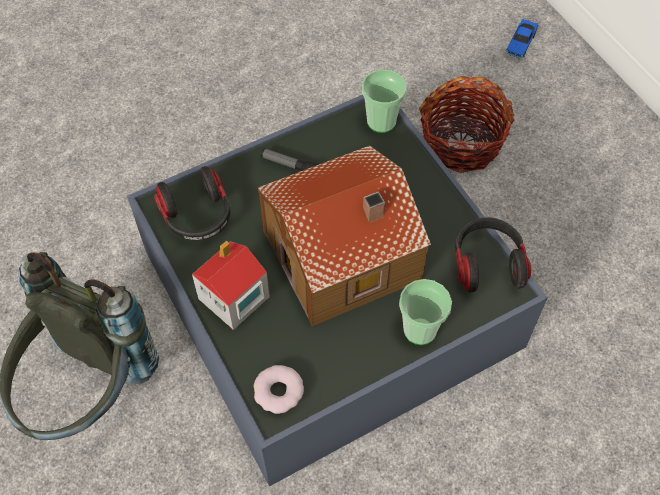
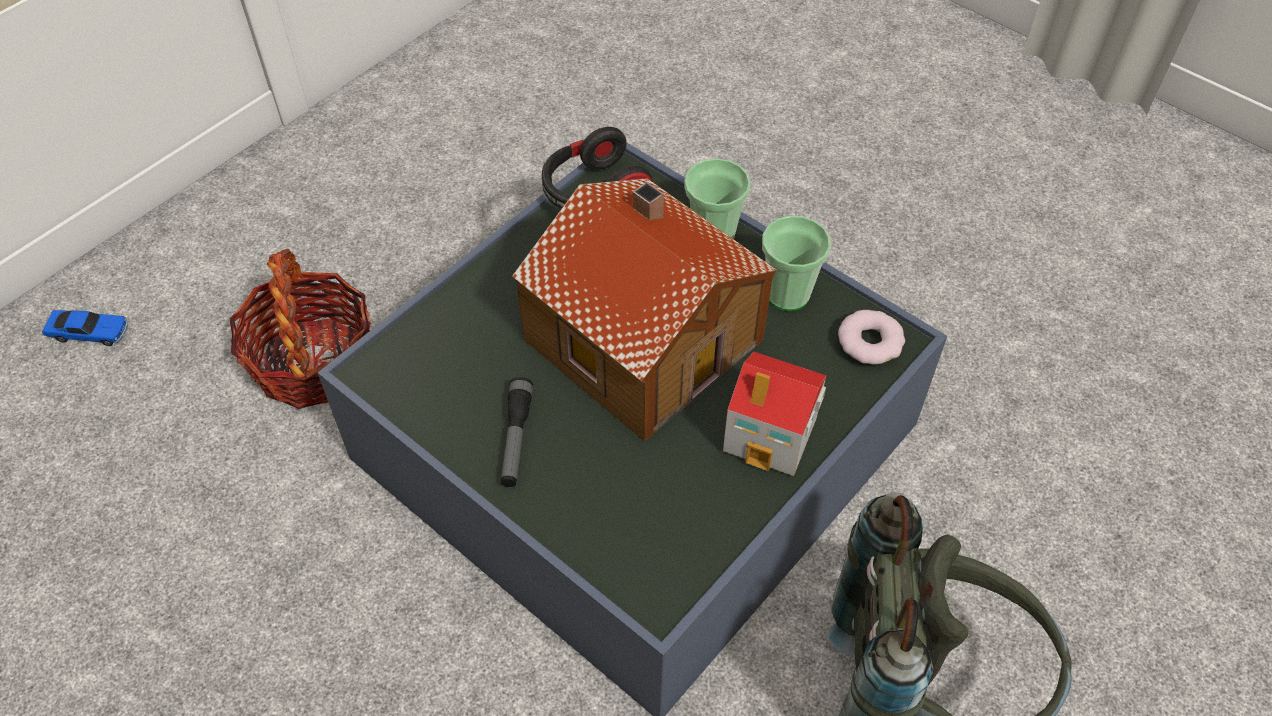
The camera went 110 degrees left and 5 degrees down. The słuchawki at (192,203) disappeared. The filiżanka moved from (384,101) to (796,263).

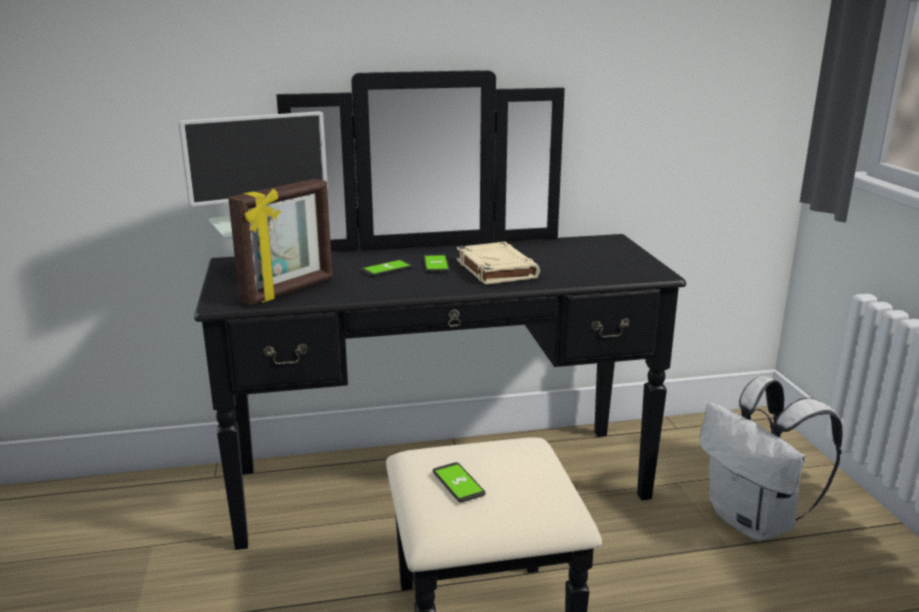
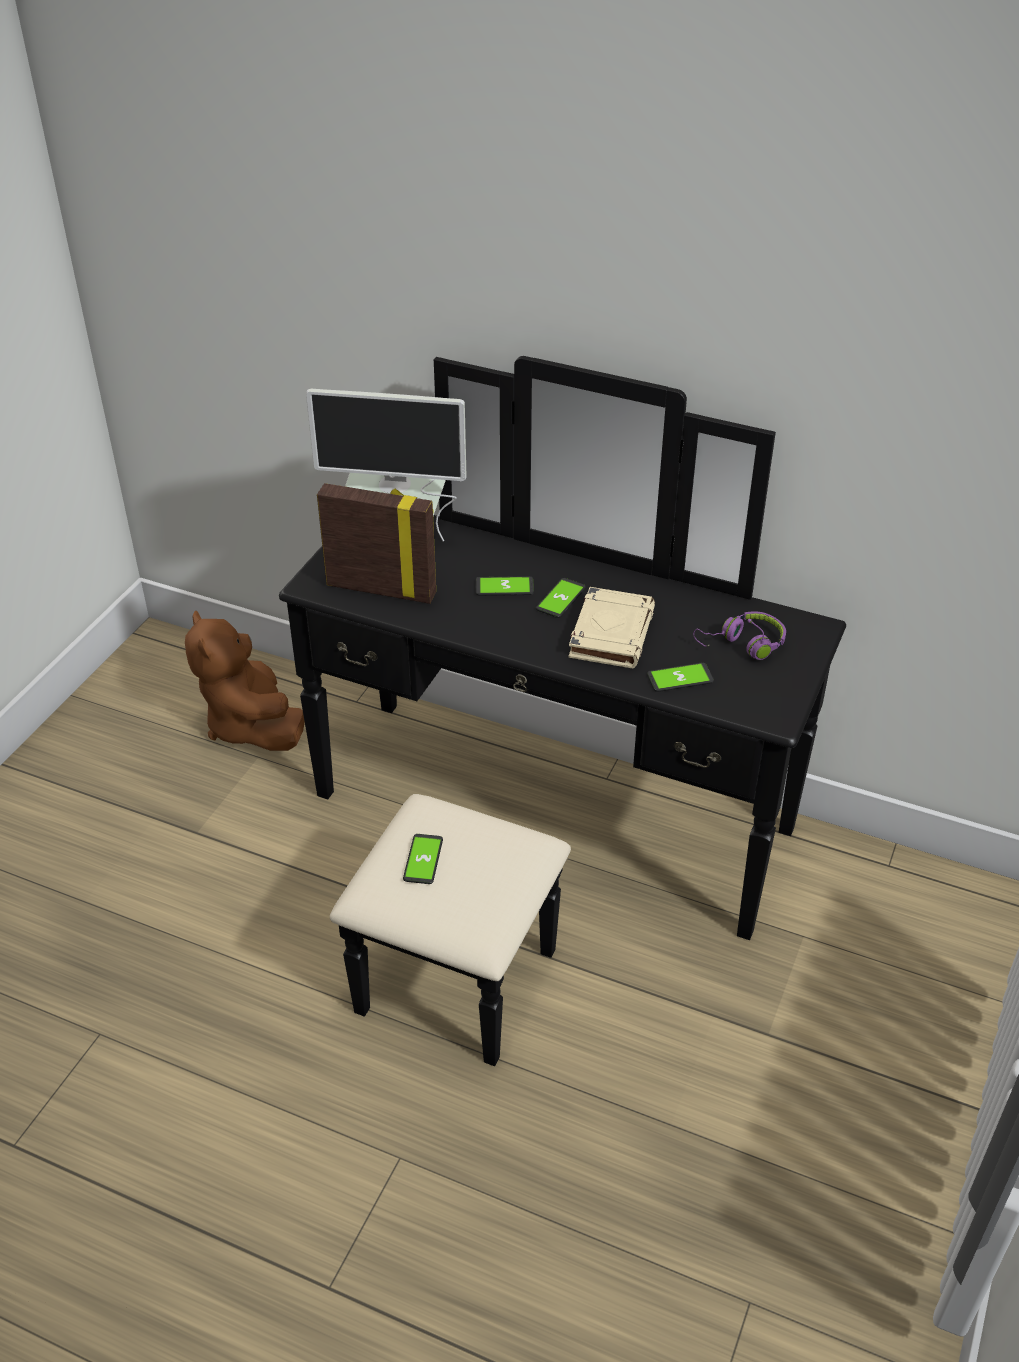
The camera went 35 degrees right and 20 degrees up. The ramka na zdjęcie at (280,242) turned 150 degrees counterclockwise. The plecak [biały] at (771,458) disappeared. The pluszak [brązowy] at (245,680) appeared. The telefon at (680,677) appeared. The słuchawki [fioletowy] at (739,635) appeared.

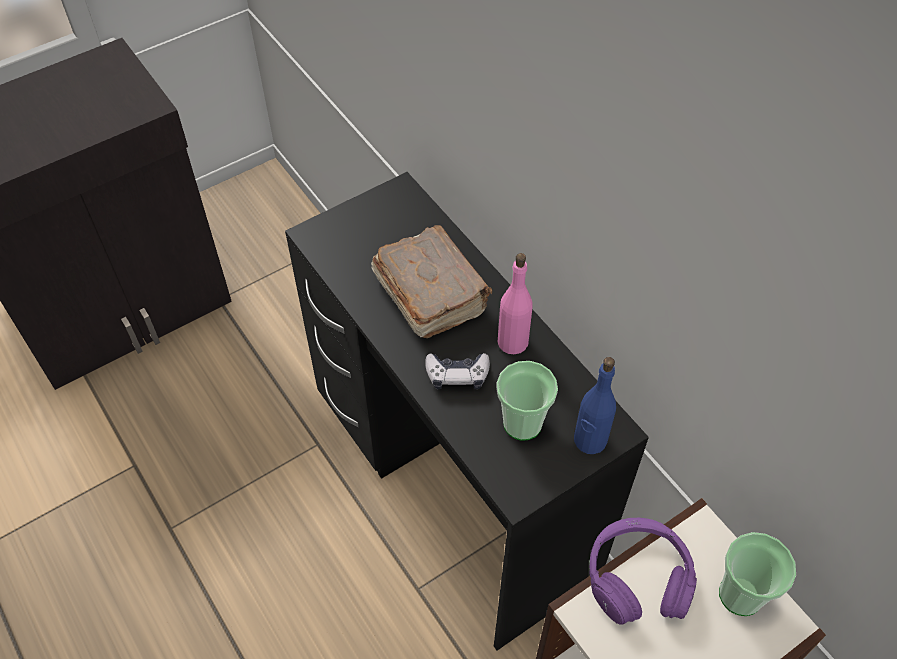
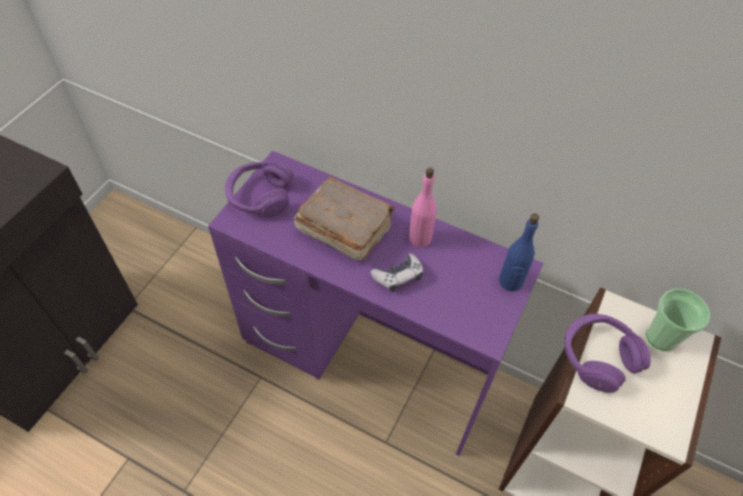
The camera went 30 degrees left and 0 degrees up. The biurko [czarny] at (467,411) became the biurko [fioletowy] at (376,303). The filiżanka at (527,401) disappeared. The słuchawki [fioletowy] at (259,189) appeared.

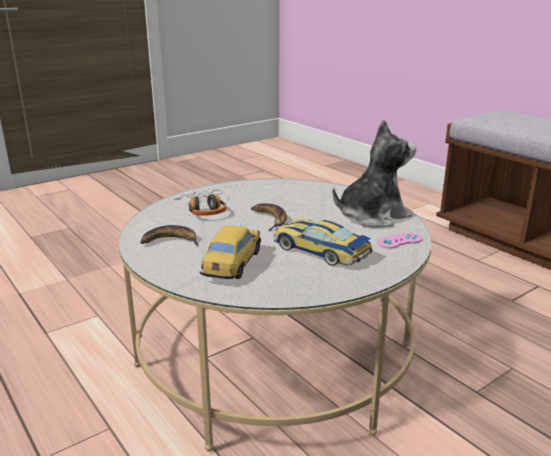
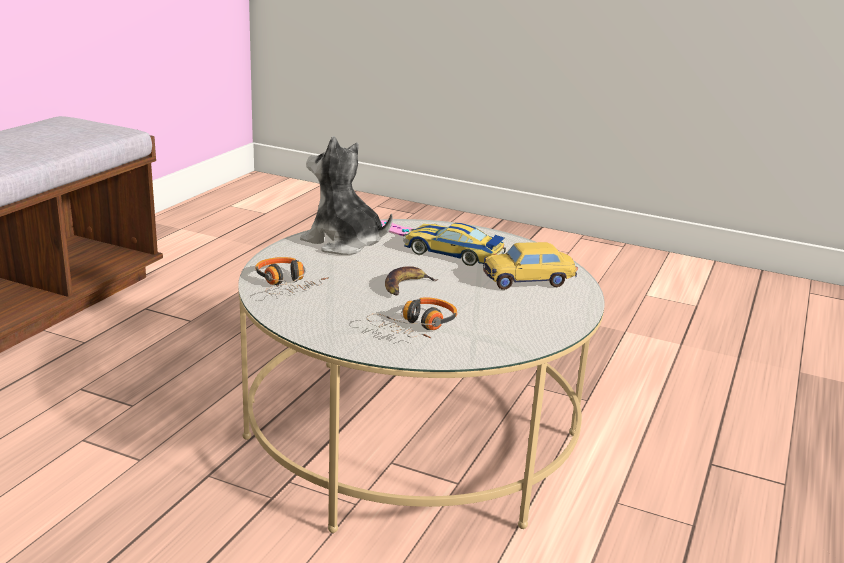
The camera went 120 degrees left and 0 degrees up. The banan at (169,235) disappeared. The samochodzik at (322,242) turned 105 degrees clockwise. The słuchawki at (292,276) appeared.

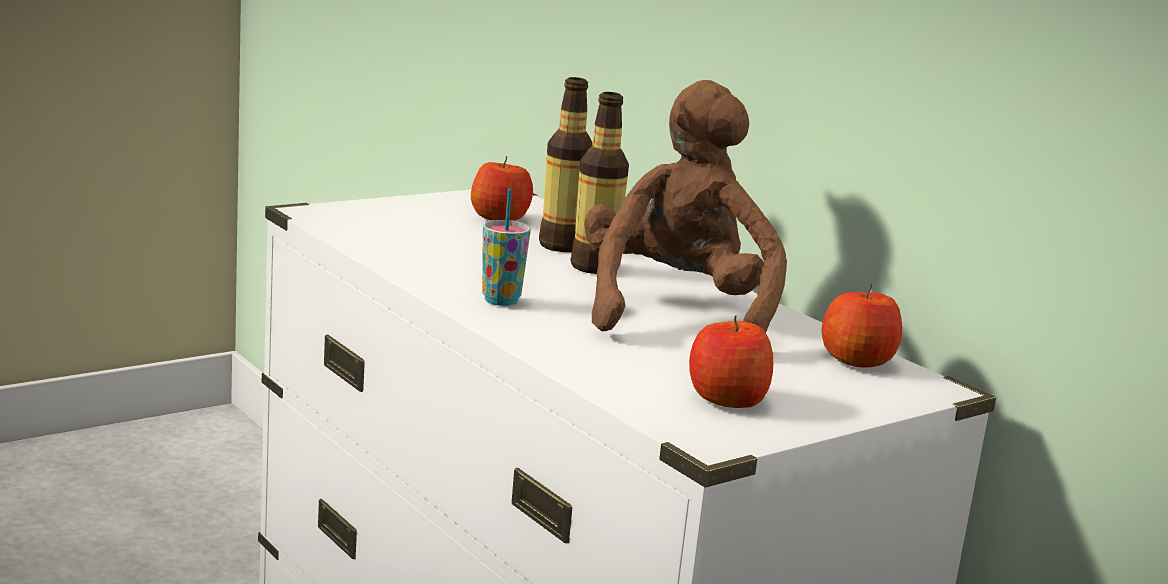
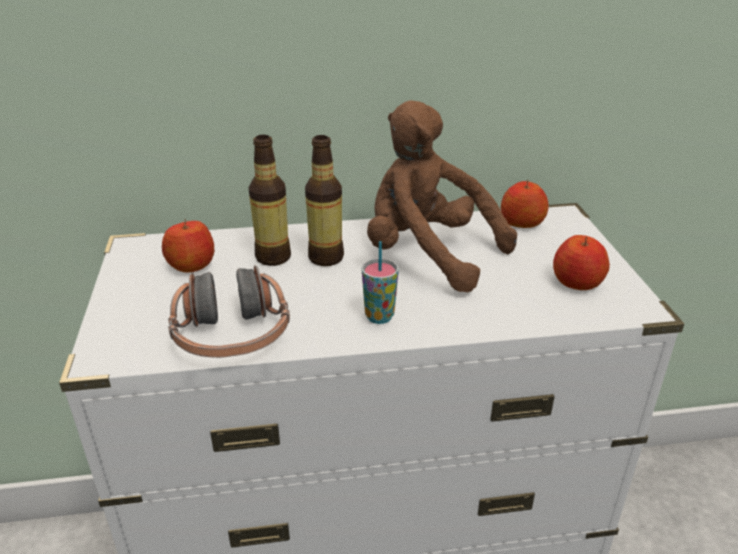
The camera went 60 degrees left and 15 degrees up. The słuchawki at (229,311) appeared.

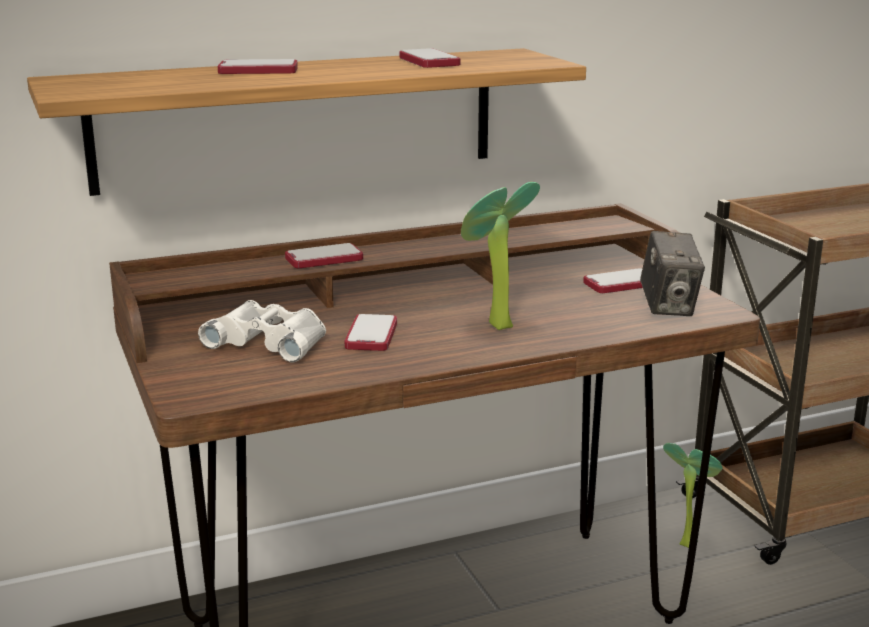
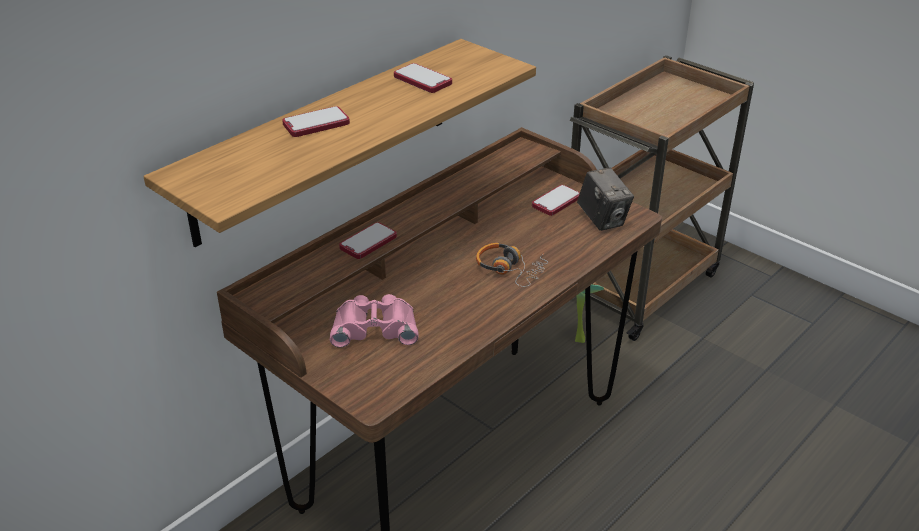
The camera went 25 degrees left and 15 degrees up. The lornetka [biały] at (262,331) became the lornetka [różowy] at (374,321). The telefon at (371,332) disappeared. The roślina doniczkowa at (500,256) was replaced by the słuchawki at (512,265).

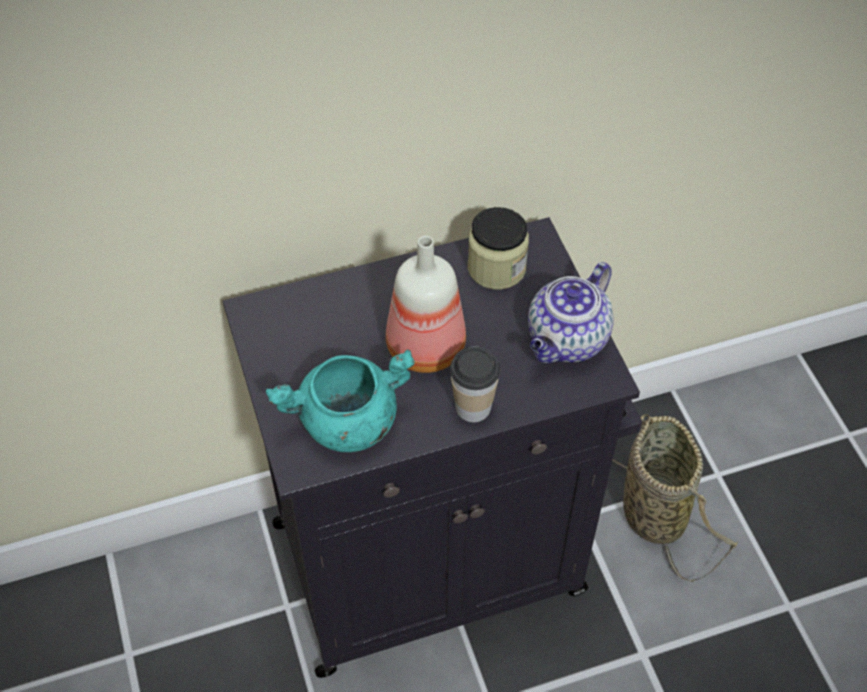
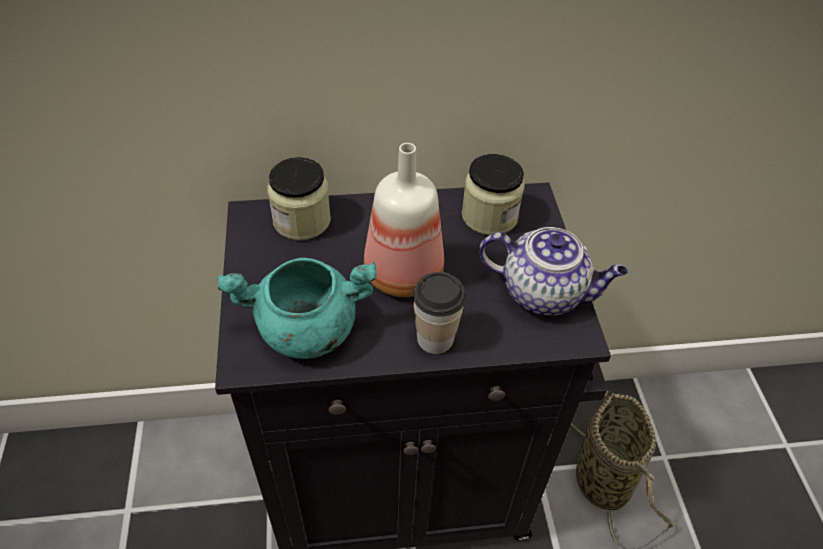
The camera went 10 degrees right and 5 degrees down. The imbryk at (571,313) turned 120 degrees counterclockwise. The słoik at (299,198) appeared.

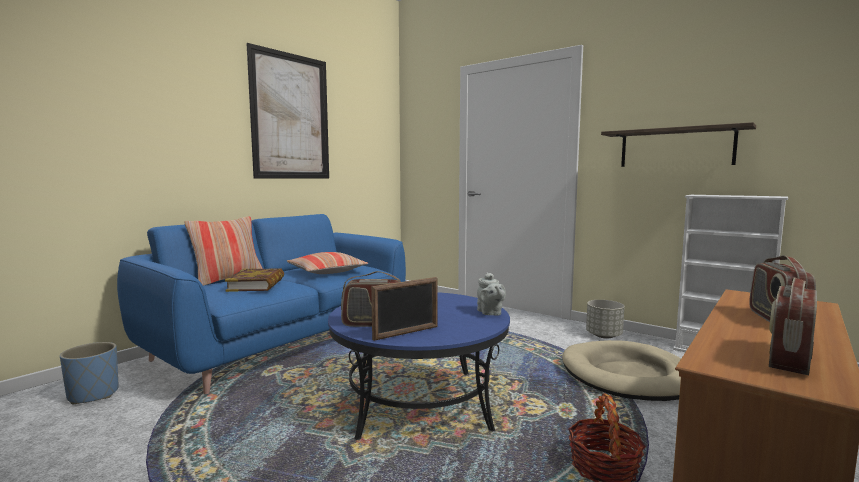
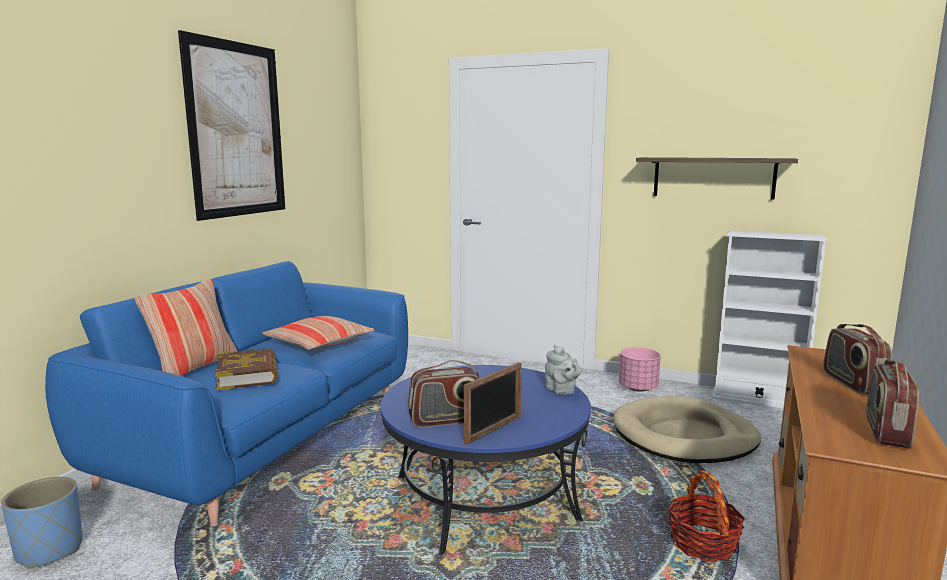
The camera went 15 degrees left and 5 degrees up. The donica [szary] at (605,319) became the donica [różowy] at (640,369).

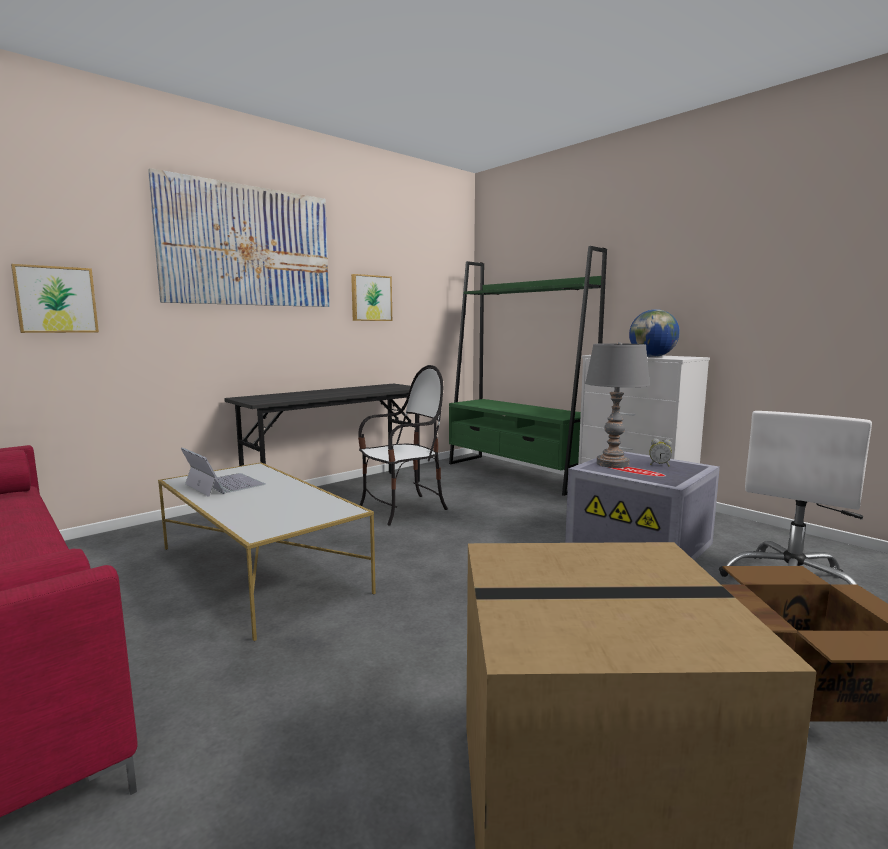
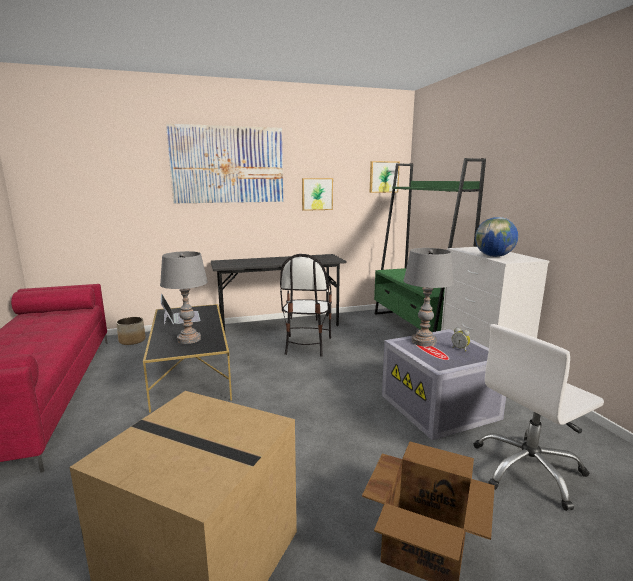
The camera went 25 degrees right and 5 degrees up. The obraz moved from (55,298) to (385,177). The ława [biały] at (267,551) became the ława [czarny] at (187,358). The krzesło at (403,445) turned 105 degrees clockwise. The donica at (131,331) appeared. The lampa stołowa [szary] at (184,297) appeared.

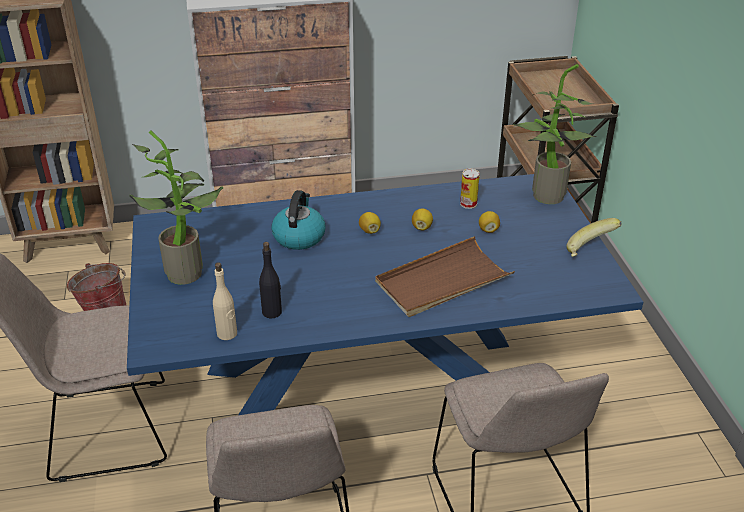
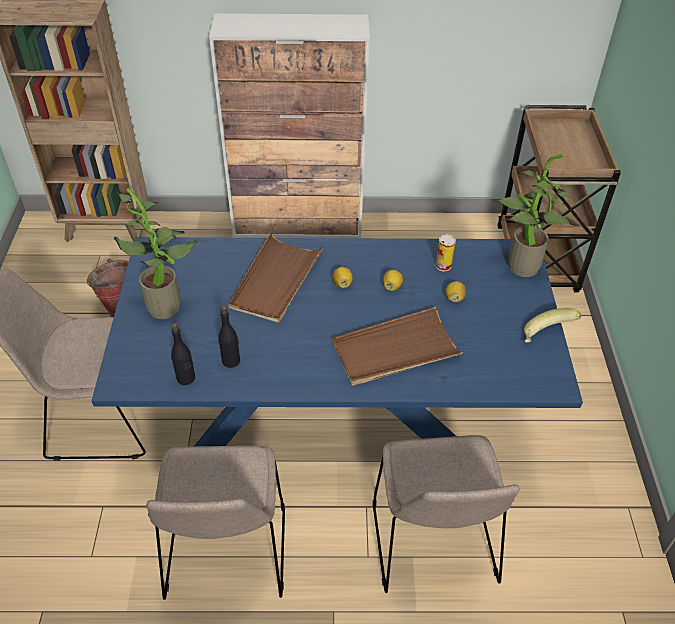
The camera went 10 degrees right and 10 degrees up. The butelka [beżowy] at (225,301) became the butelka [czarny] at (183,354). The czajnik at (298,220) was replaced by the taca [brązowy] at (276,278).

